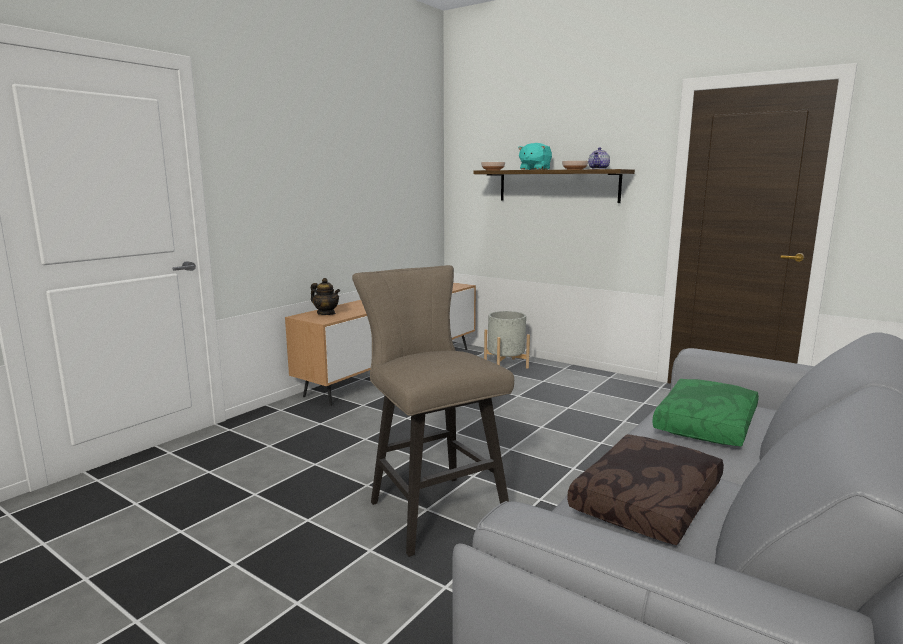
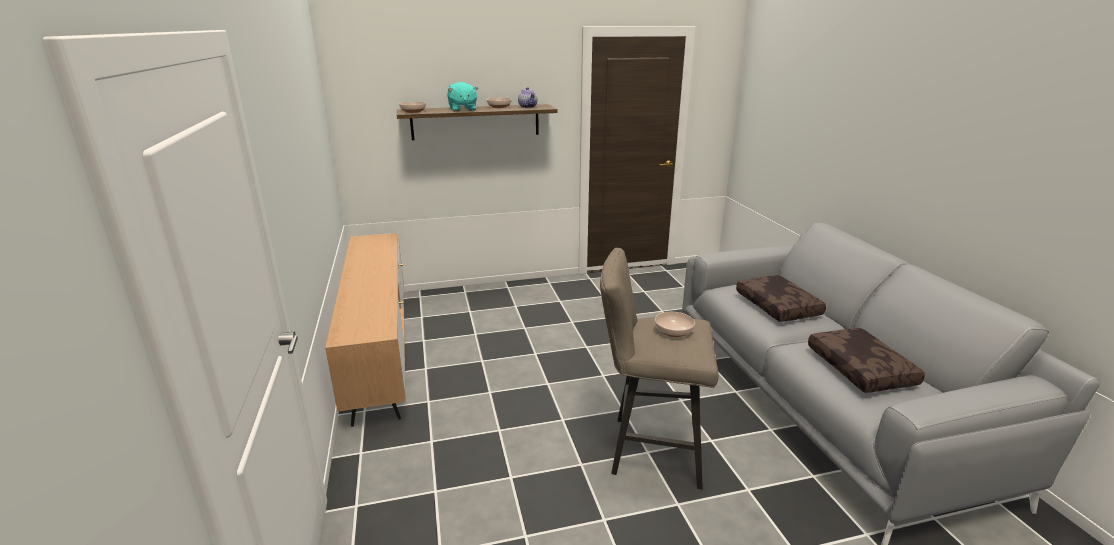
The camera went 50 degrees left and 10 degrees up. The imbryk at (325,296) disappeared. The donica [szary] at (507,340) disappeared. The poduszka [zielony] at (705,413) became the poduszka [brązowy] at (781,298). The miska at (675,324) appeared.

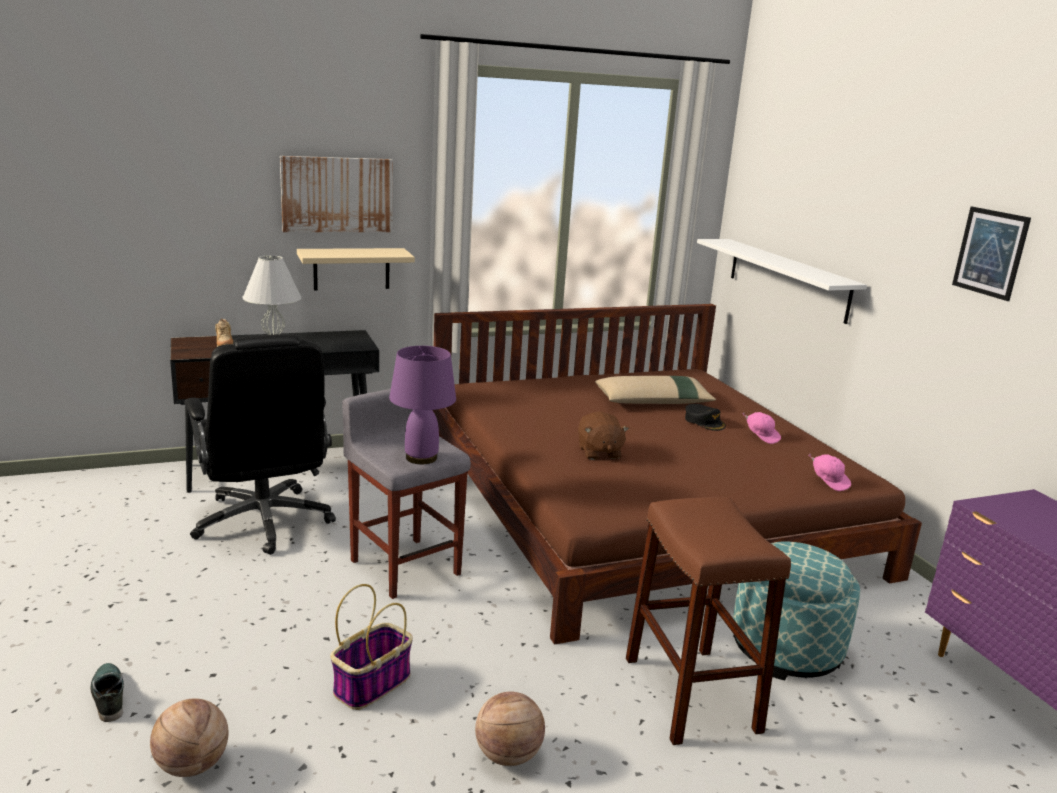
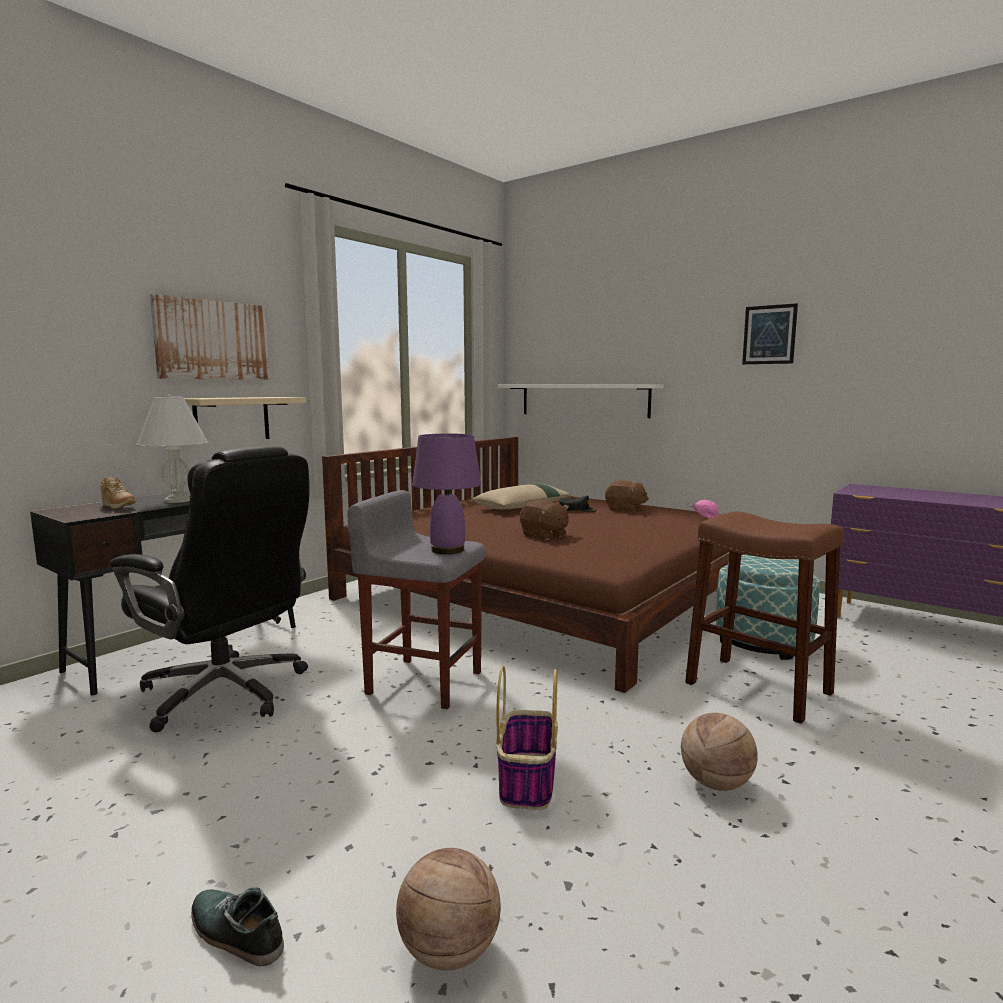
The camera went 30 degrees left and 10 degrees down. The czapka z daszkiem [różowy] at (761,428) was replaced by the pluszak [brązowy] at (627,496).

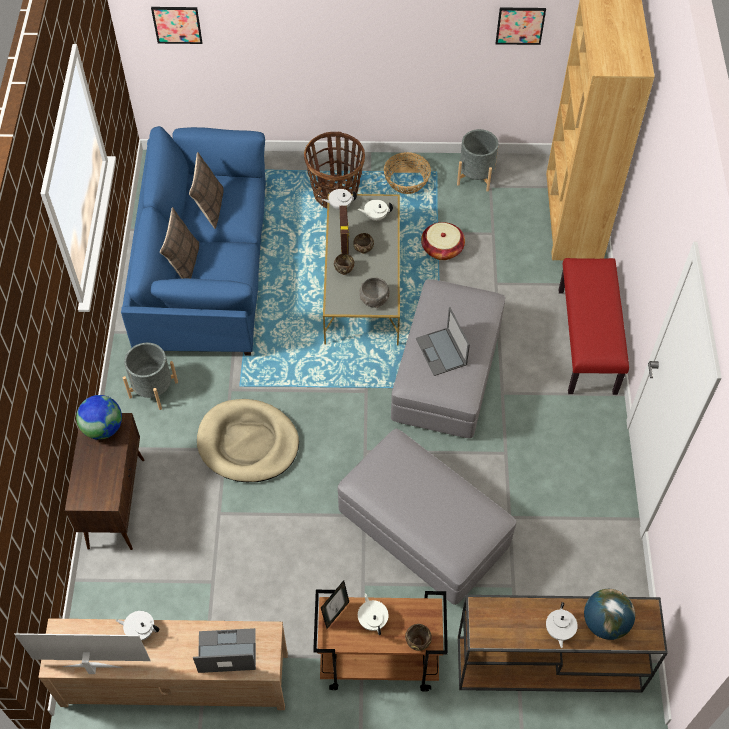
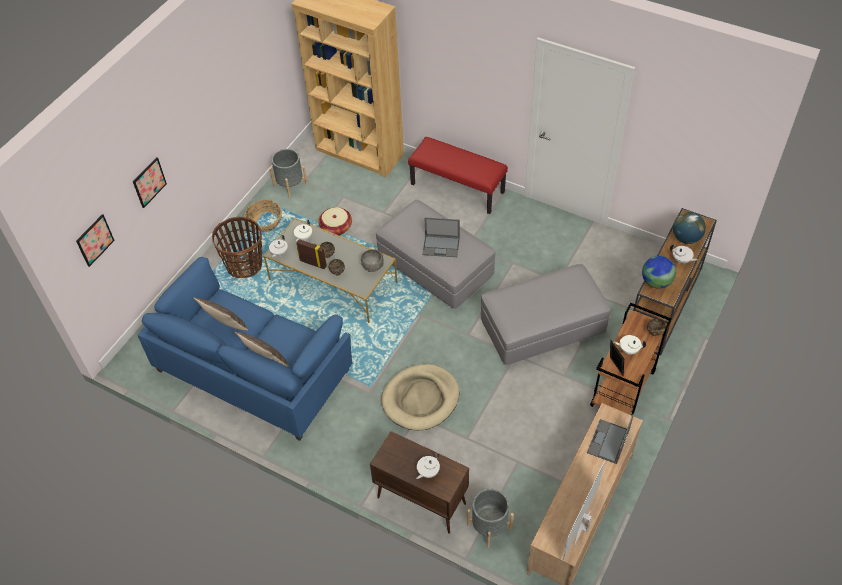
The camera went 60 degrees left and 5 degrees down. The globus moved from (99,417) to (659,272). The imbryk [biały] moved from (137,626) to (428,466). The donica [szary] moved from (150,376) to (490,518). The obraz moved from (521,26) to (150,182).

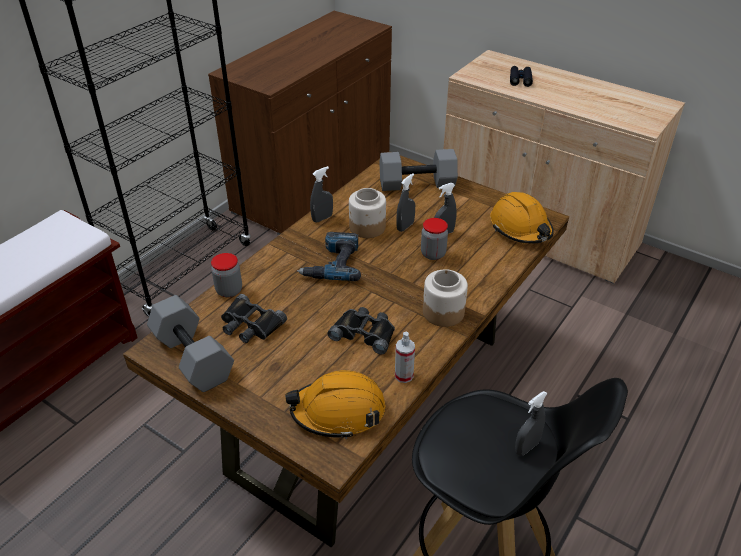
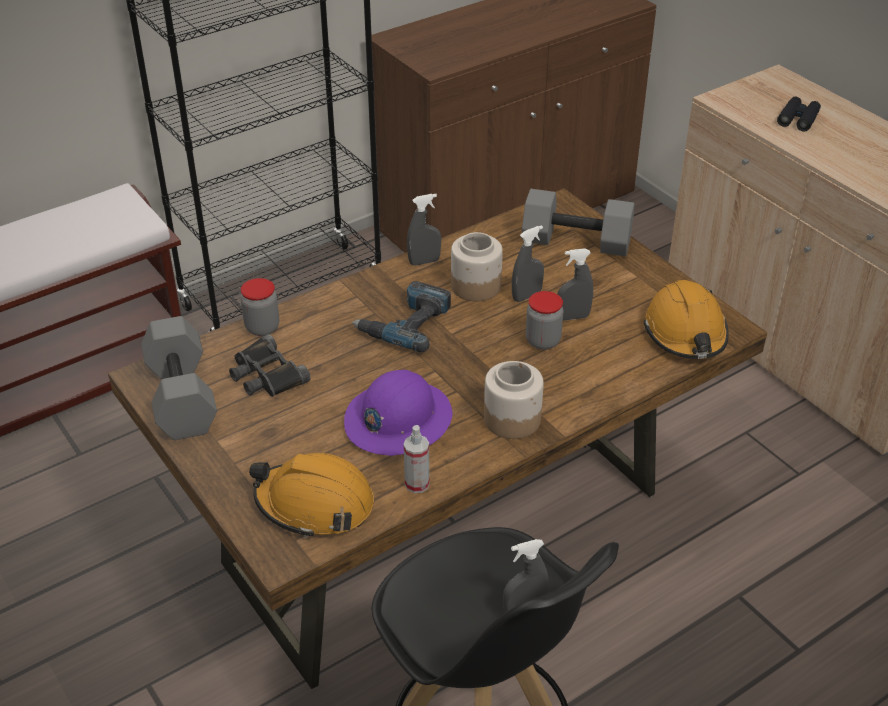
The camera went 20 degrees right and 0 degrees up. The lornetka [czarny] at (361,330) was replaced by the kask [fioletowy] at (398,413).

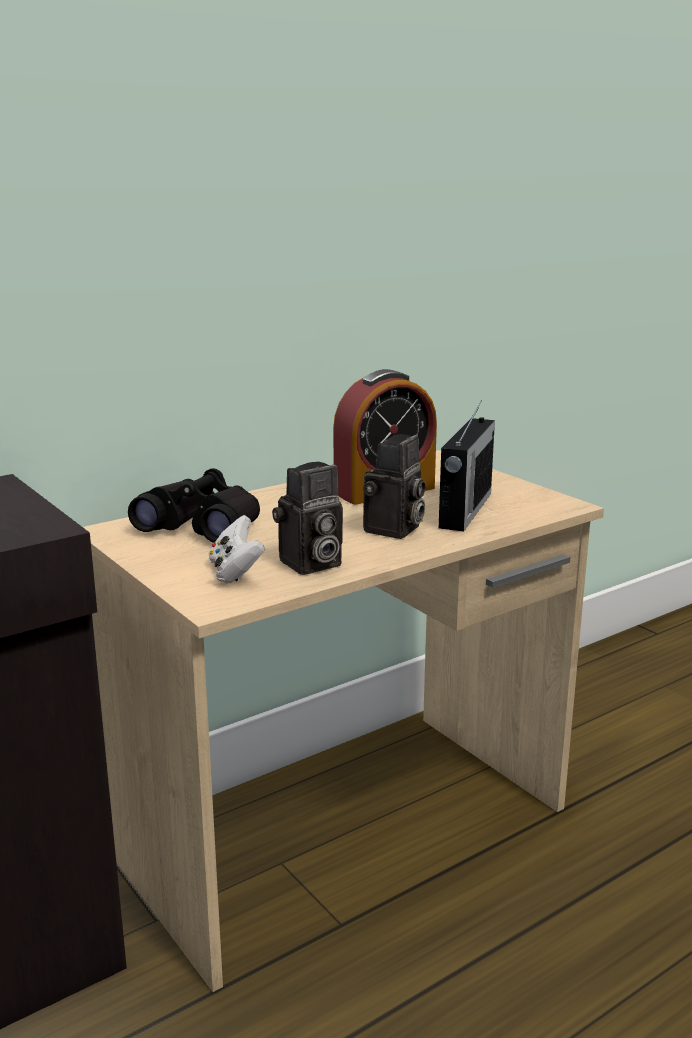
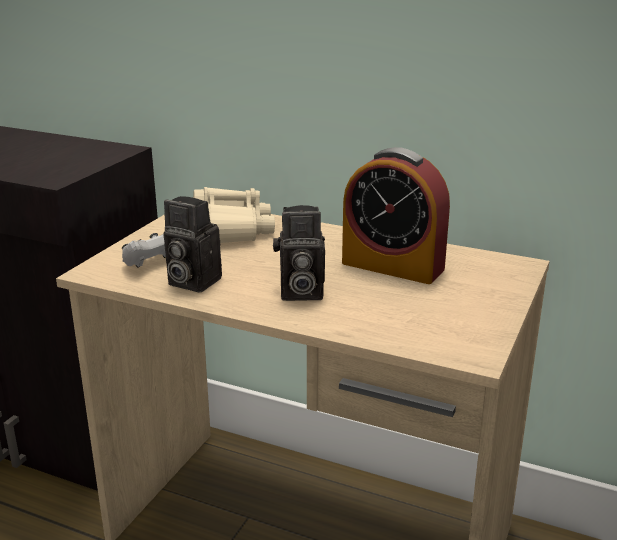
The camera went 60 degrees right and 5 degrees up. The lornetka [czarny] at (194,505) became the lornetka [beżowy] at (234,215). The radio at (467,466) disappeared.

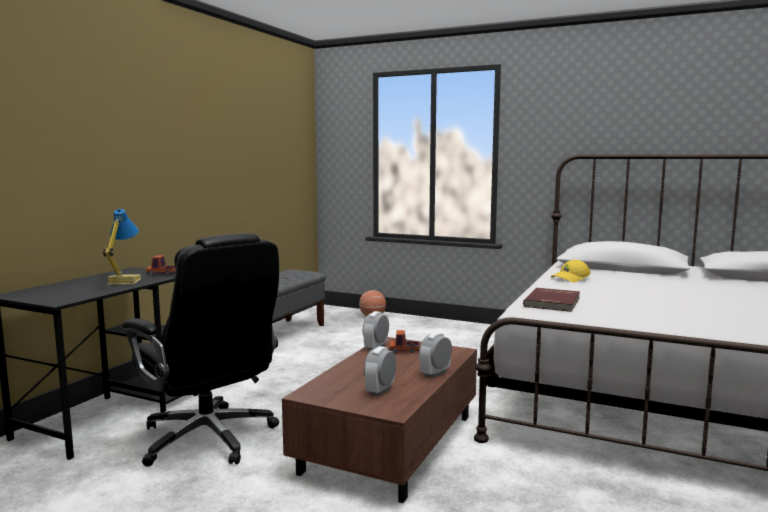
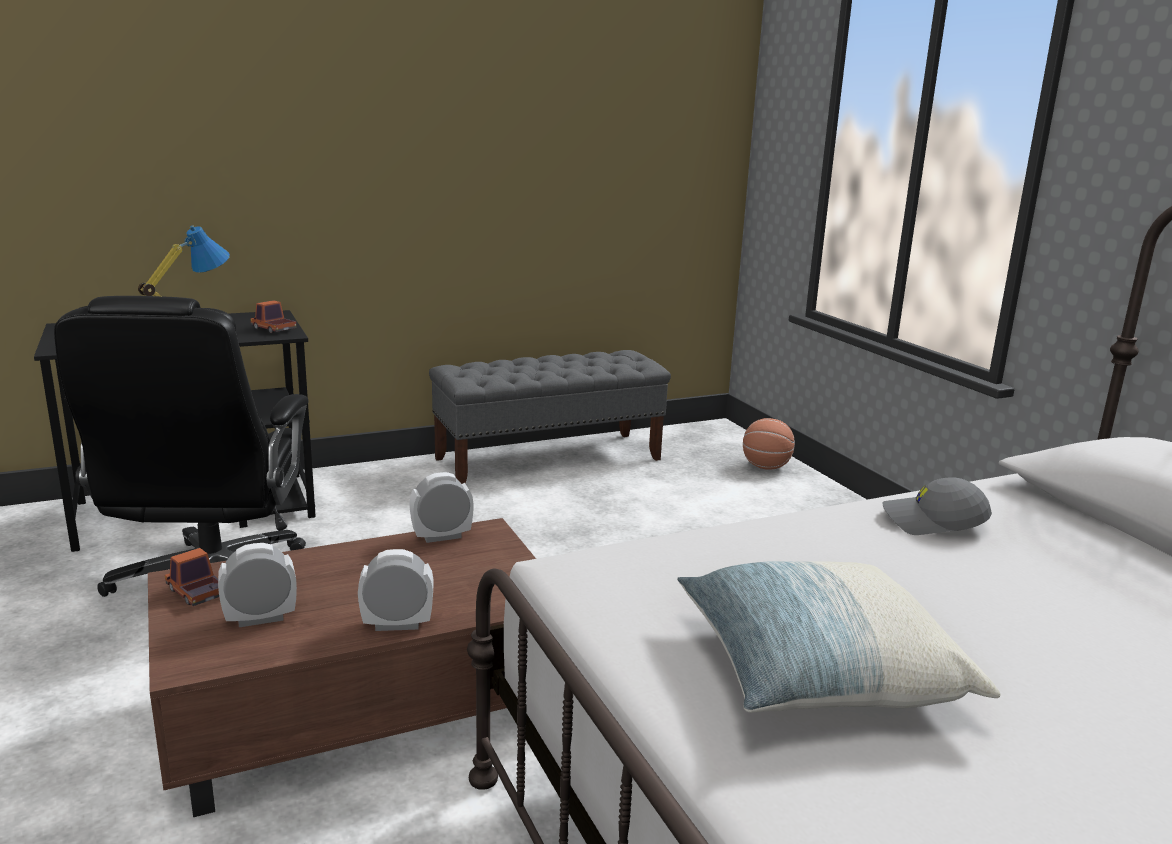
The camera went 40 degrees right and 10 degrees up. The ciężarówka zabawkowa moved from (404,341) to (192,577). The książka [czerwony] at (551,300) disappeared. The czapka z daszkiem [żółty] at (570,271) became the czapka z daszkiem [szary] at (937,506). The poduszka at (839,637) appeared.

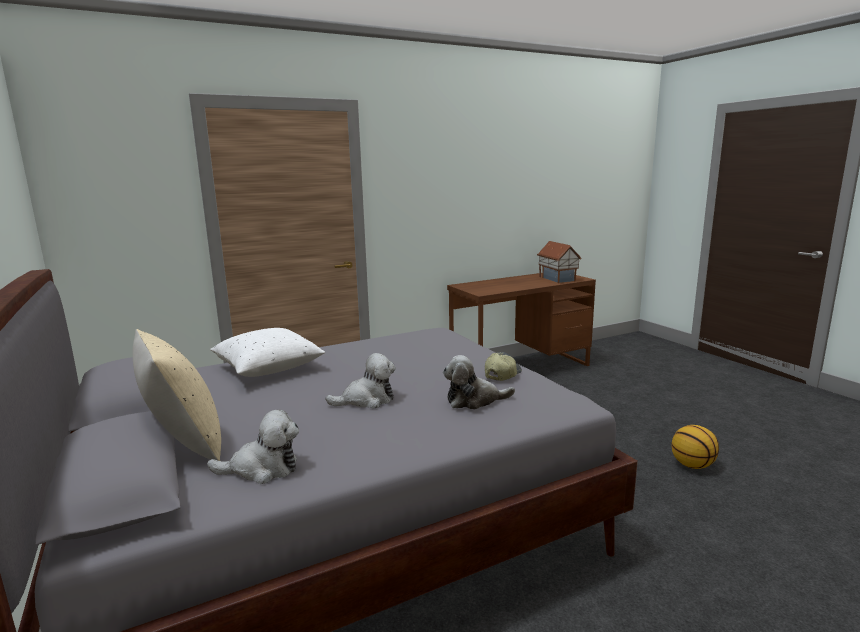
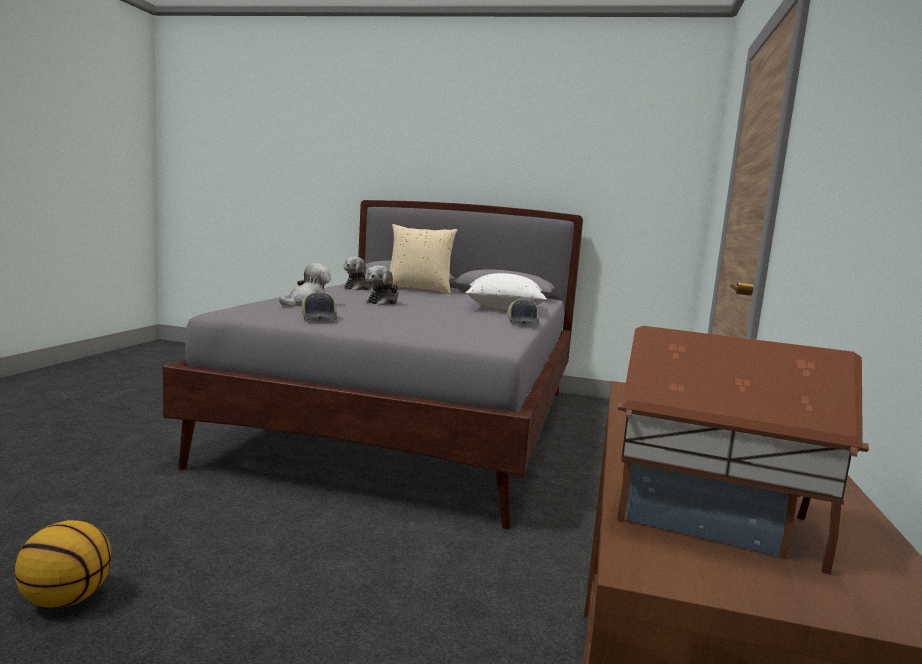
The camera went 130 degrees right and 5 degrees down. The czapka z daszkiem at (523,311) appeared.

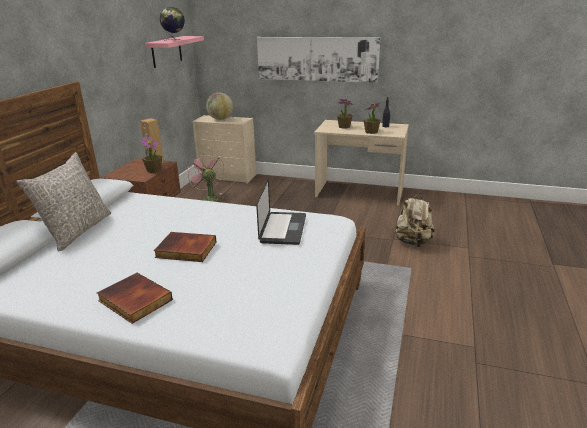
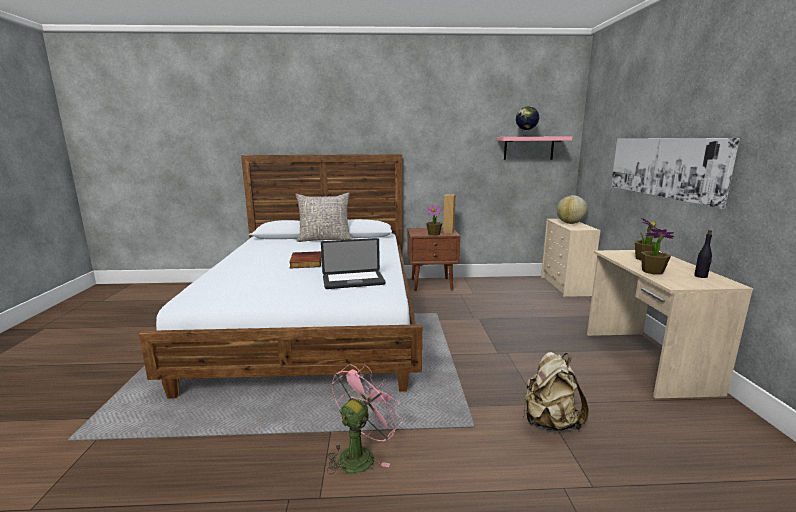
The camera went 70 degrees right and 10 degrees down. The książka at (135,298) disappeared. The wentylator [różowy] moved from (205,177) to (365,419).

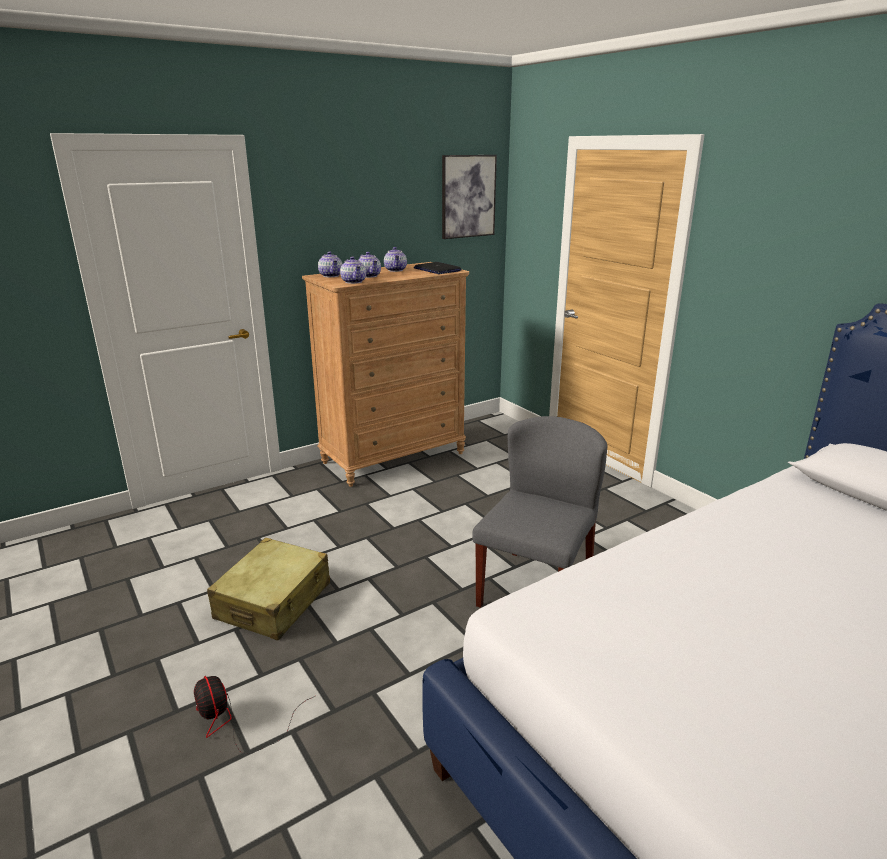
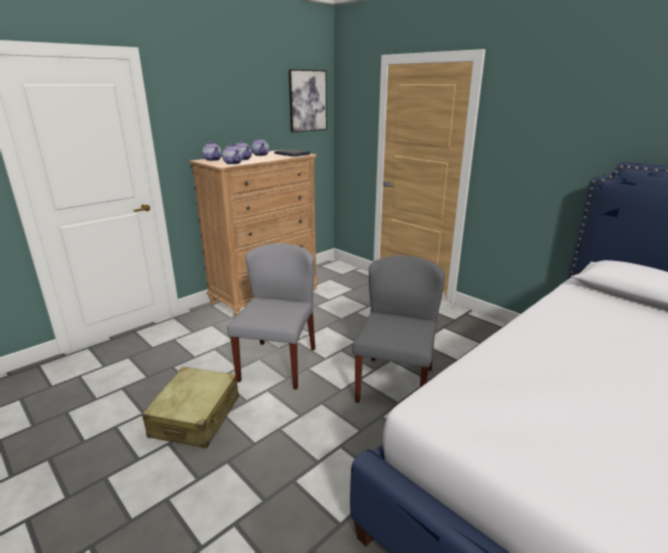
The camera went 10 degrees left and 0 degrees up. The wentylator at (254,715) disappeared. The krzesło [szary] at (271,316) appeared.

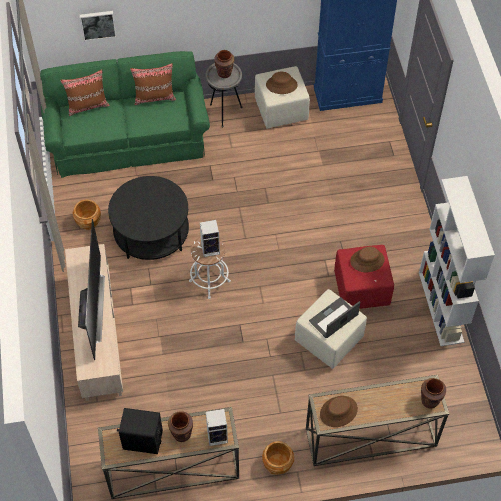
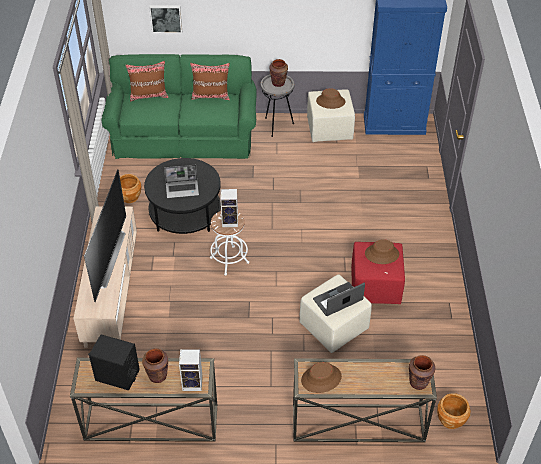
The camera went 10 degrees right and 10 degrees down. The donica [brązowy] moved from (278,458) to (454,411). The regał [biały] at (457,261) disappeared. The laptop at (181,181) appeared.

